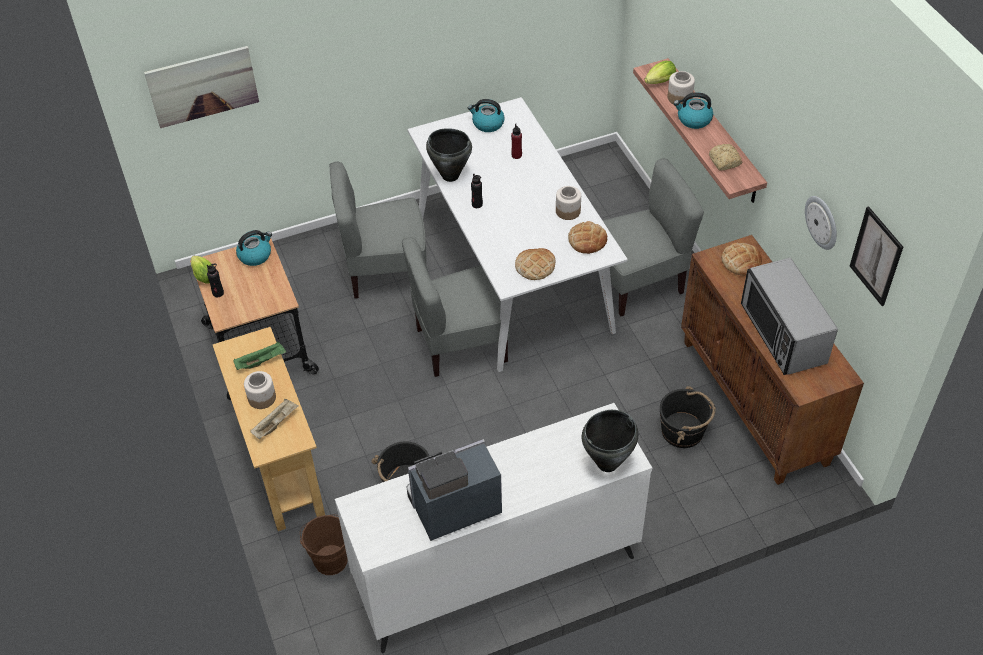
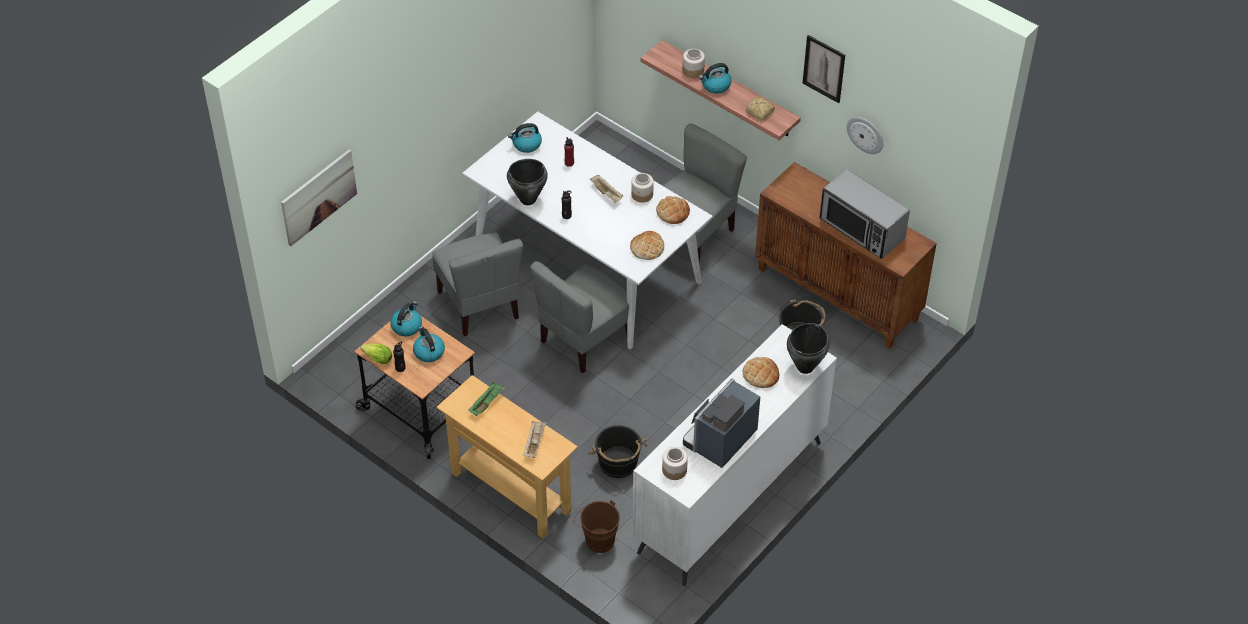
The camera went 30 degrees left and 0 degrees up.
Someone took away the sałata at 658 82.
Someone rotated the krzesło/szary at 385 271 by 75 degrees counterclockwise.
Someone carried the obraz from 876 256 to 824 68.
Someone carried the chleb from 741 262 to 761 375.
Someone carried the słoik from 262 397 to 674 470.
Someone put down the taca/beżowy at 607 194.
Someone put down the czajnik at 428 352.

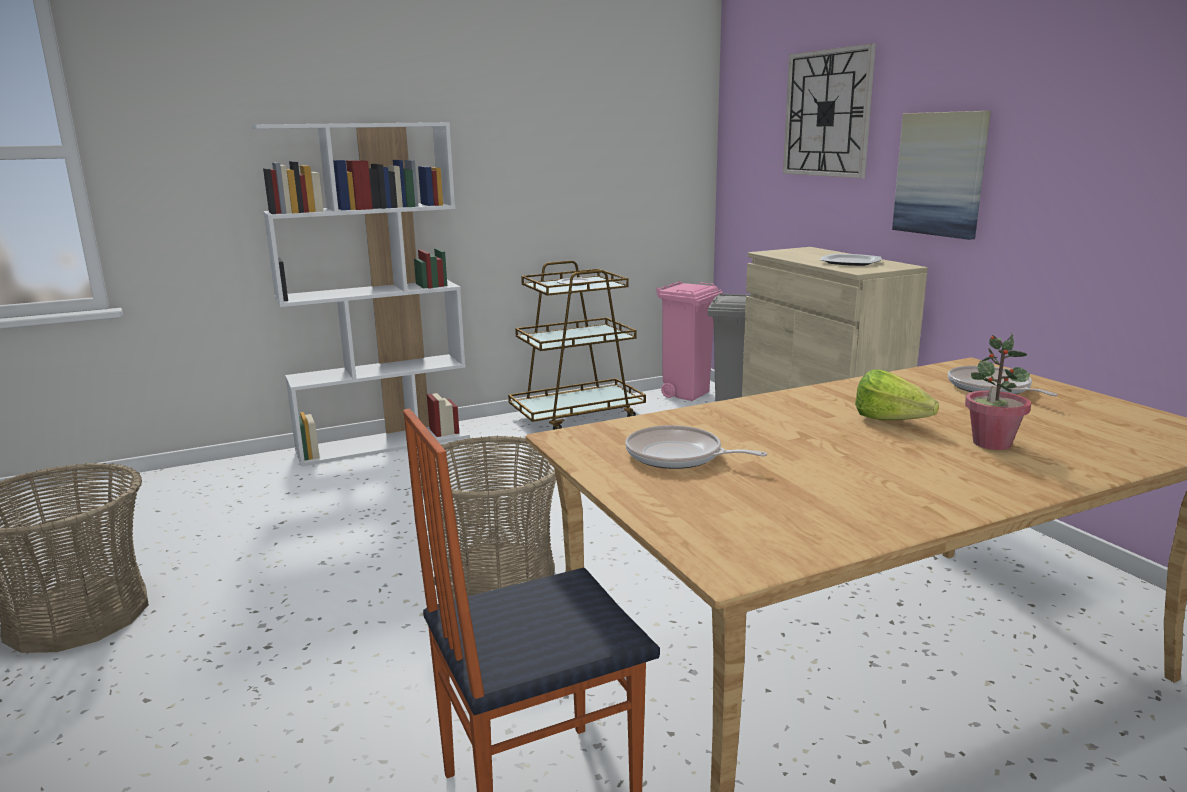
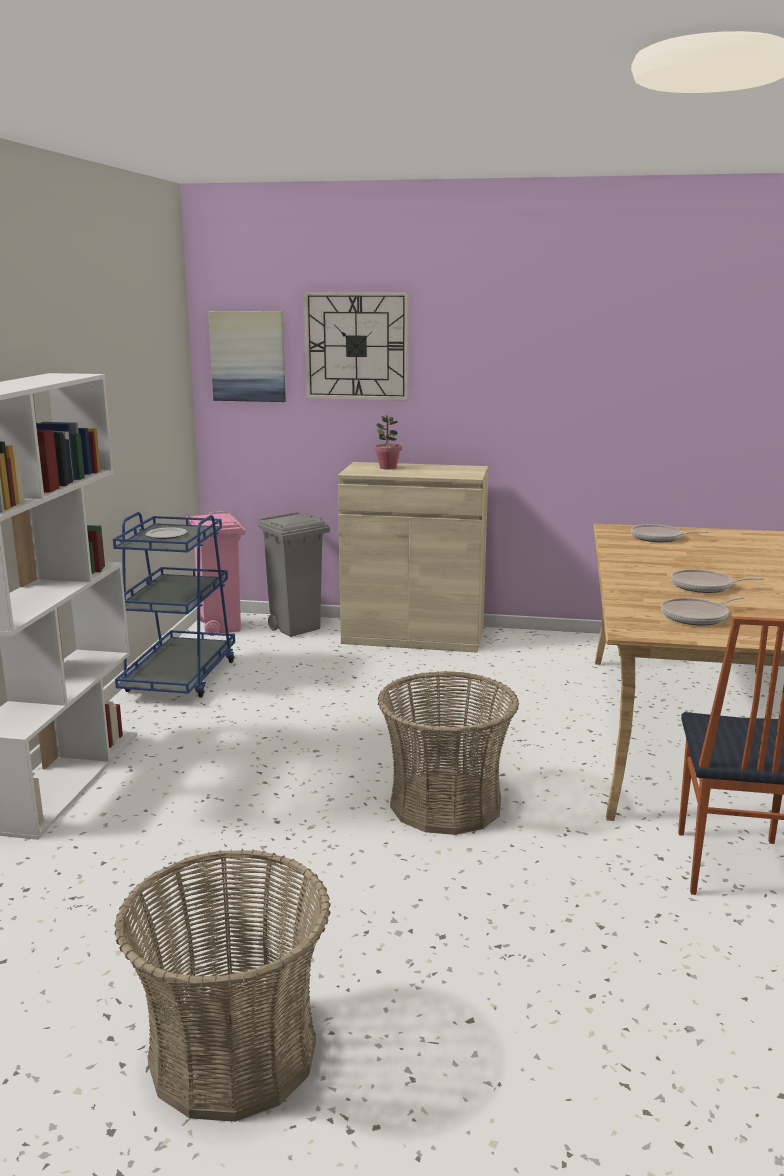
The camera went 55 degrees left and 0 degrees up.
Someone carried the obraz from 941 174 to 248 356.
Someone took away the talerz at 851 262.
Someone repainted the wózek/brązowy at 577 415, which became the wózek/niebieski at 180 678.
Someone carried the roślina doniczkowa from 991 443 to 388 468.
Someone took away the sałata at 895 423.
Someone put down the patelnia at 704 586.

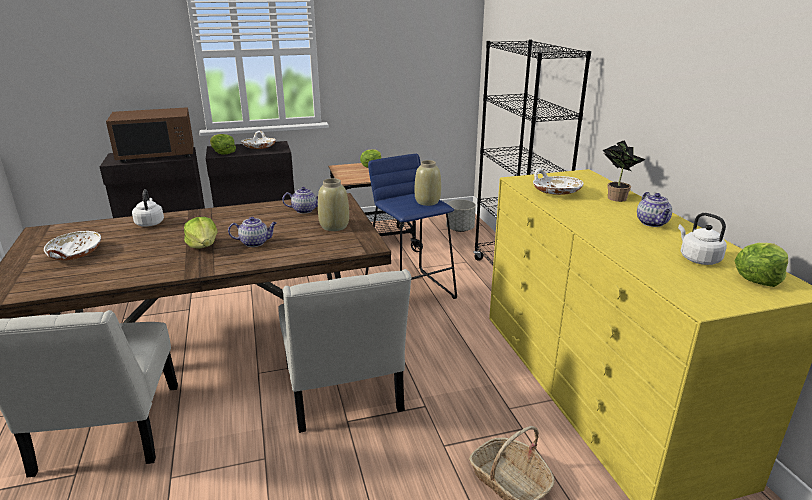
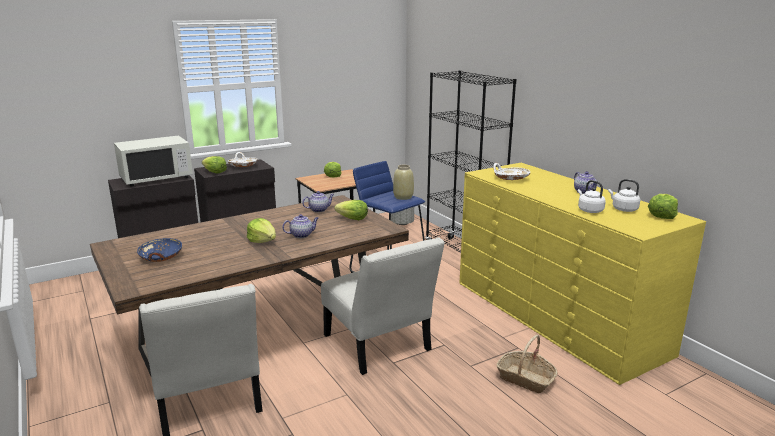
The camera went 15 degrees left and 5 degrees down.
Someone repainted the mikrofalówka/brązowy at 157 155, which became the mikrofalówka/biały at 156 178.
Someone took away the roślina doniczkowa at 615 197.
Someone swapped the wazon/beżowy at 334 226 for the sałata at 352 219.
Someone carried the czajnik/biały from 150 223 to 589 210.
Someone repainted the miska/biały at 75 254, which became the miska/niebieski at 160 257.

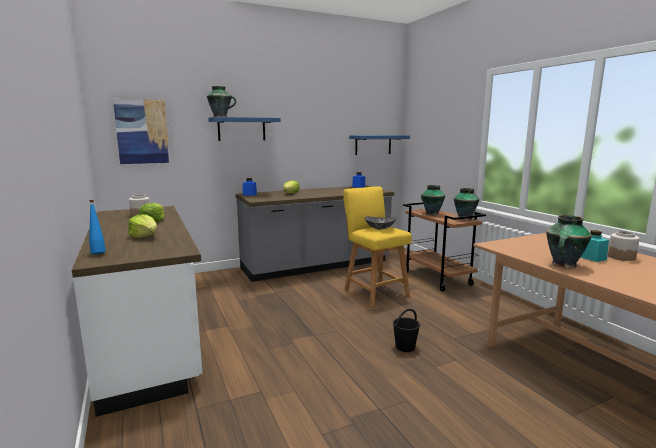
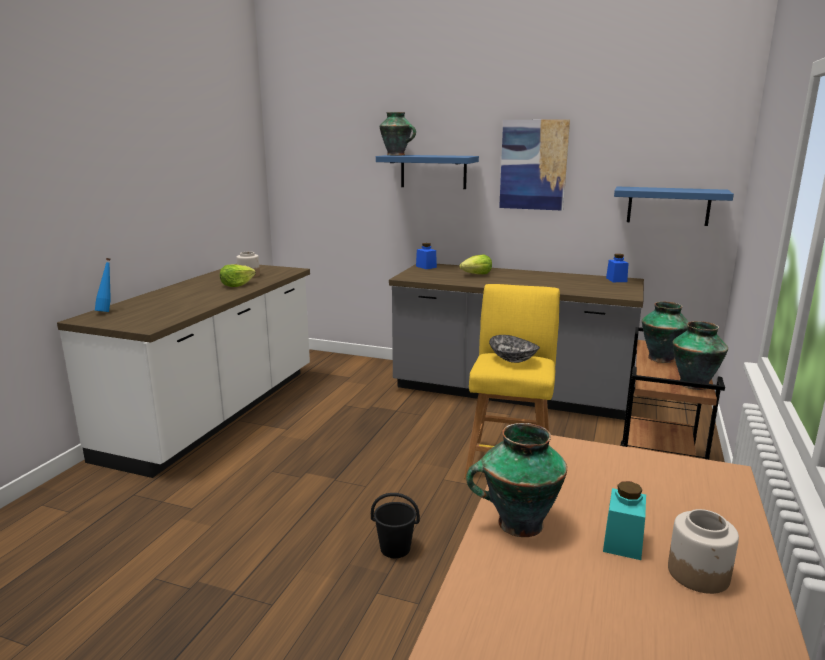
The camera went 45 degrees right and 5 degrees up.
Someone carried the obraz from 142 132 to 533 165.
Someone took away the sałata at 145 236.

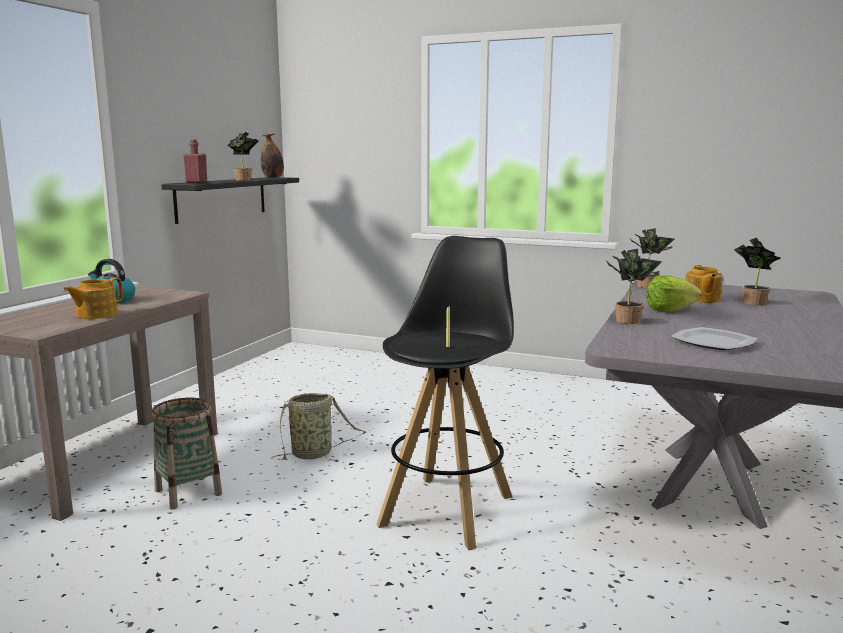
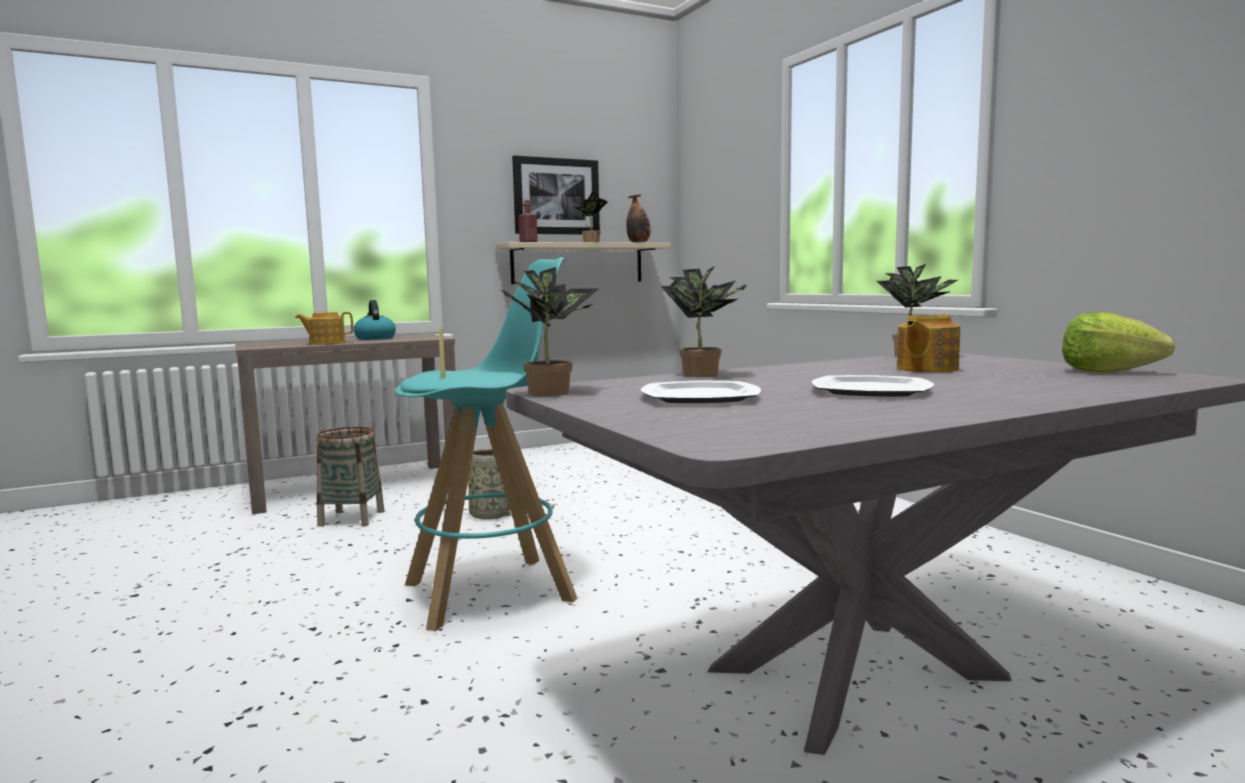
The camera went 40 degrees right and 5 degrees down.
Someone repainted the półka/czarny at 222 198, which became the półka/beżowy at 578 263.
Someone repainted the stołek/czarny at 448 509, which became the stołek/turkusowy at 491 591.
Someone carried the roślina doniczkowa from 752 302 to 552 391.
Someone carried the sałata from 669 310 to 1107 371.
Someone put up the obraz at 556 196.
Someone put down the talerz at 869 390.

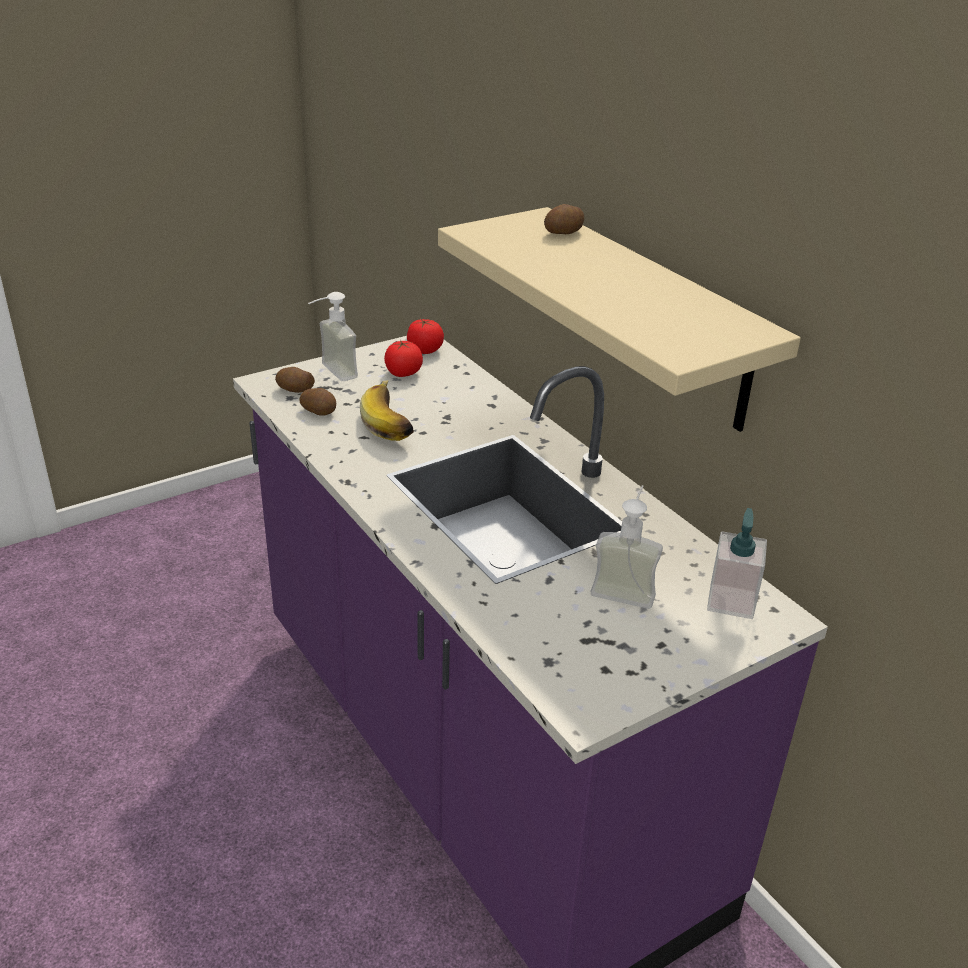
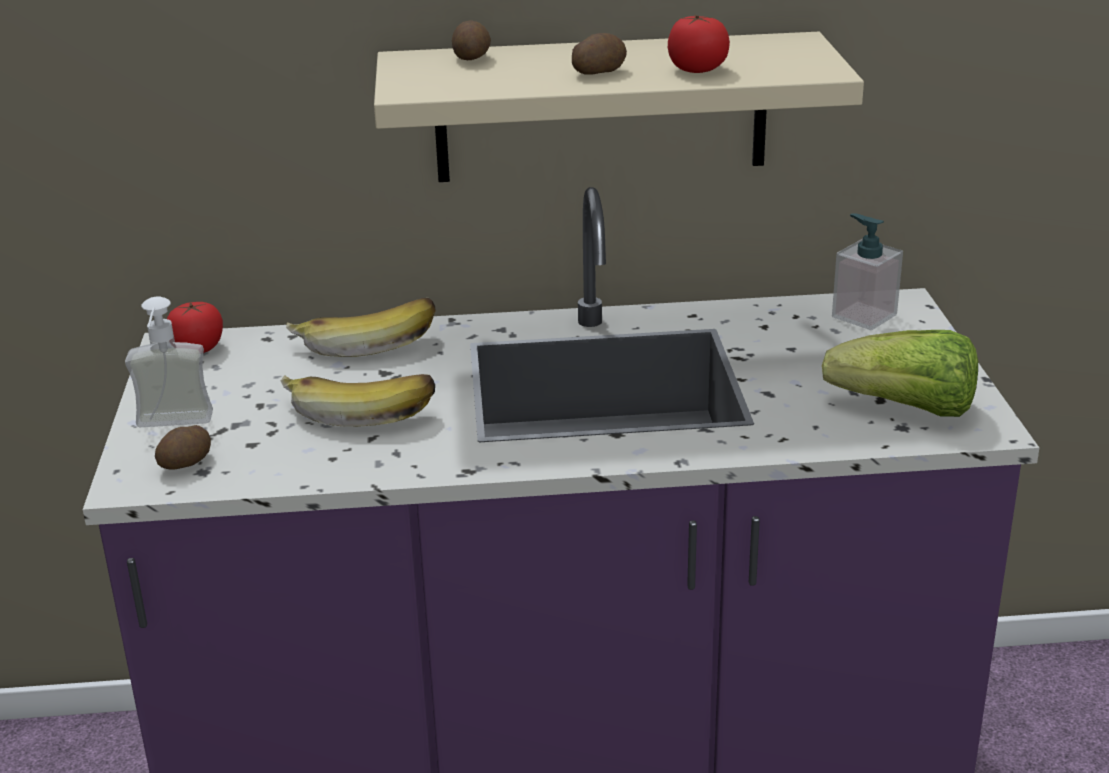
The camera went 60 degrees left and 5 degrees down.
Someone carried the pomidor from 403 373 to 697 69.
Someone carried the ziemniak from 319 411 to 598 72.
Someone took away the dozownik mydła at 625 588.
Someone put down the banan at 366 341.
Someone put down the sałata at 906 409.

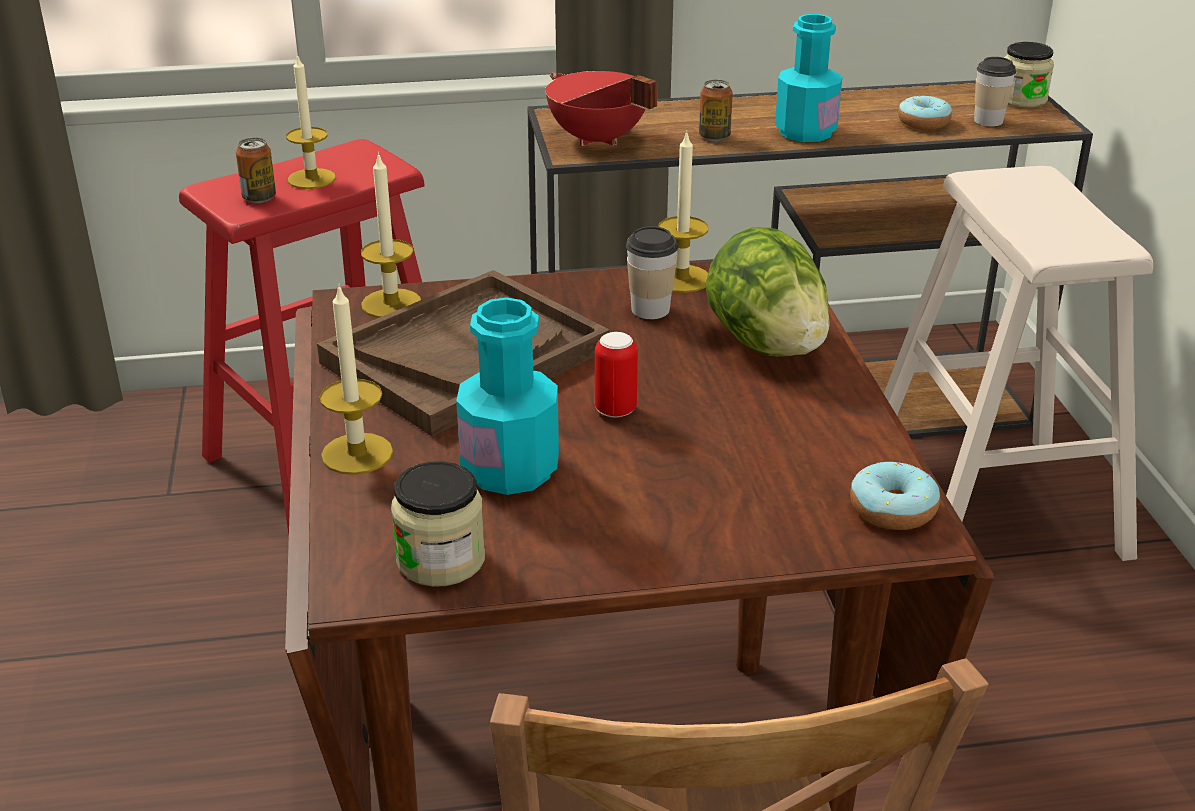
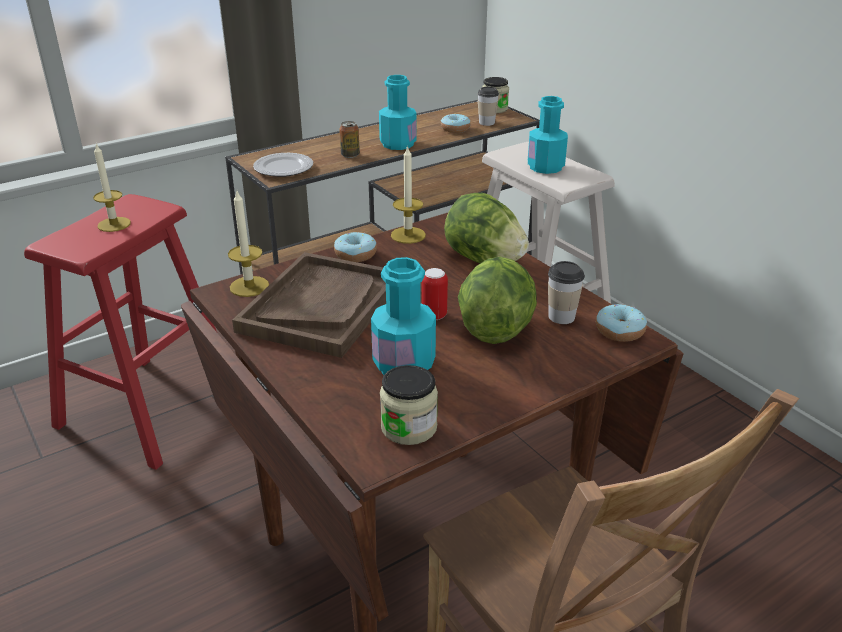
The camera went 25 degrees left and 0 degrees up.
Someone swapped the garnek/czerwony at 596 140 for the talerz at 284 168.
Someone took away the puszka at 259 198.
Someone carried the filiżanka from 650 309 to 561 316.
Someone took away the świeca at 357 454.
Someone put down the butelka/turkusowy at 545 167.
Someone put down the donut at 355 254.
Someone put down the sałata at 495 328.

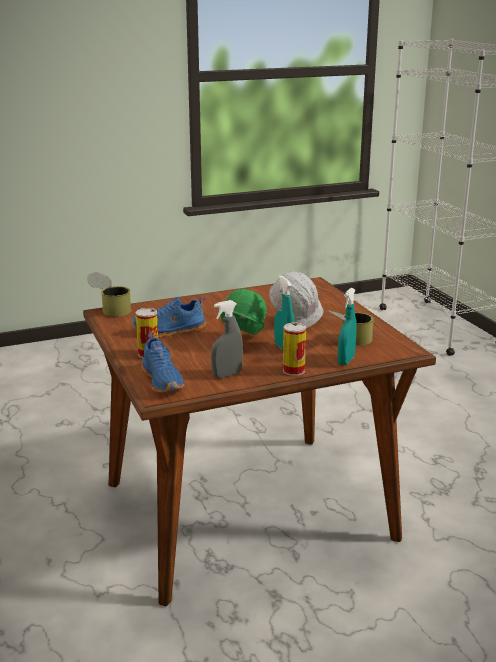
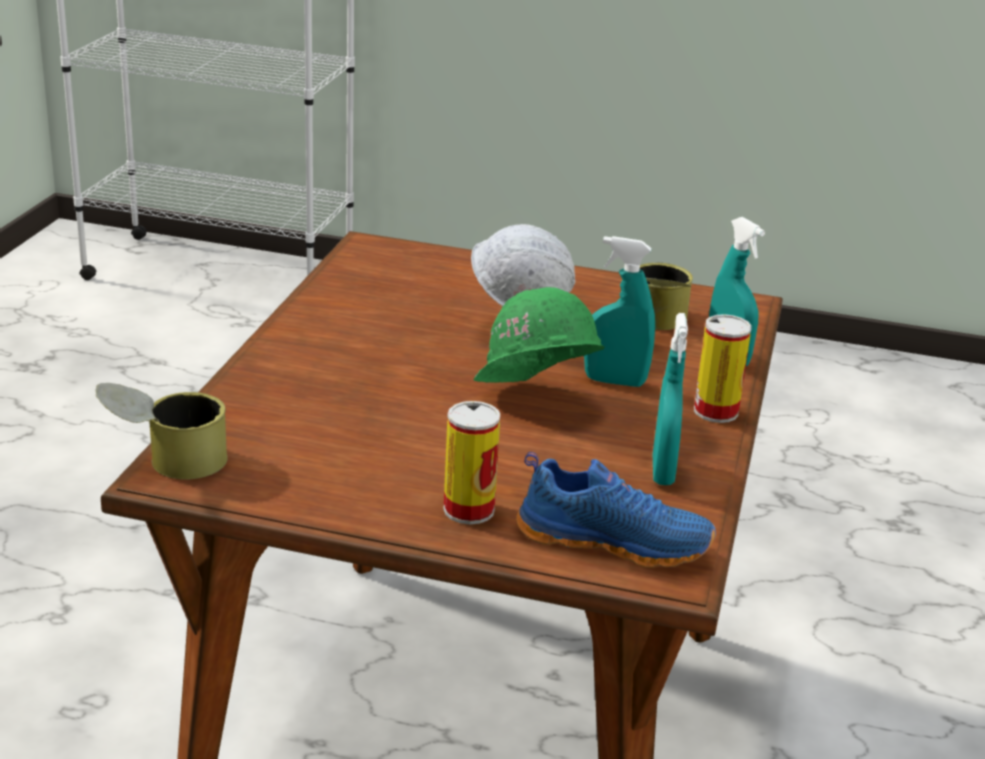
The camera went 55 degrees left and 5 degrees up.
Someone took away the but/niebieski at 169 331.
Someone repainted the spryskiwacz/szary at 227 374, which became the spryskiwacz/turkusowy at 662 471.

